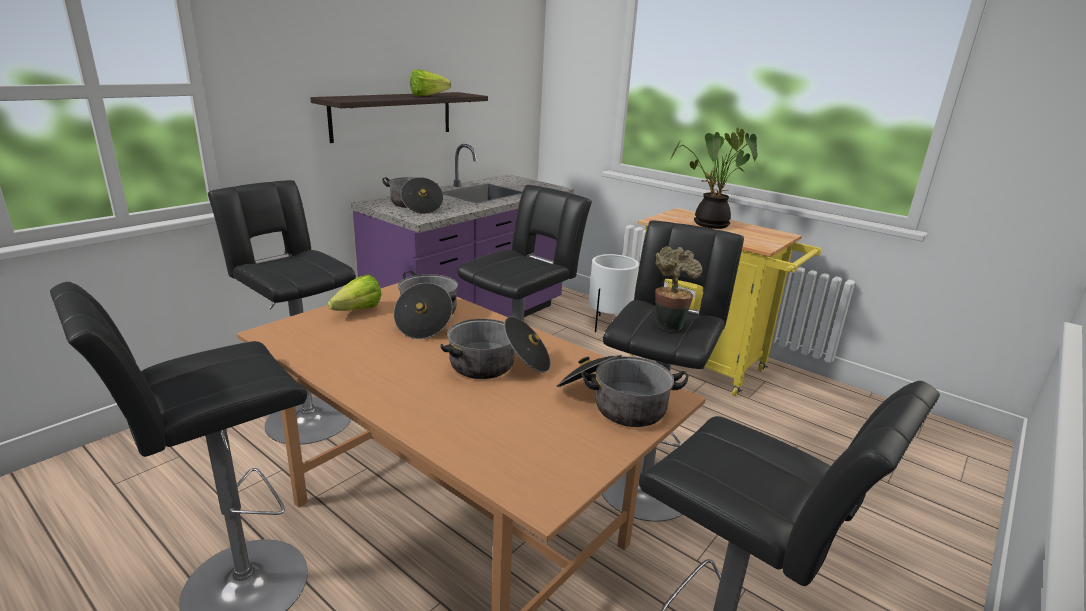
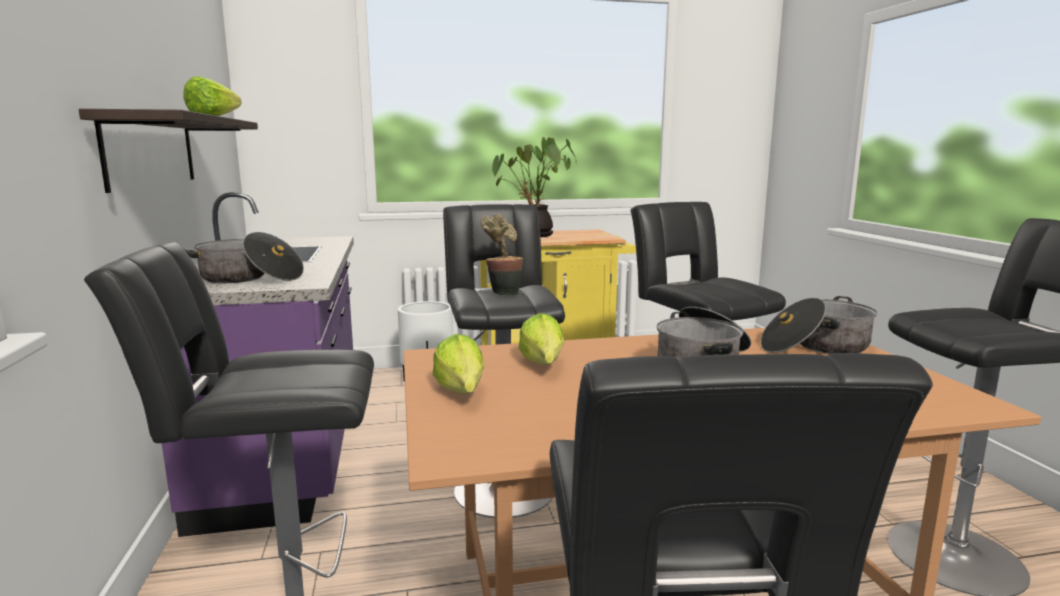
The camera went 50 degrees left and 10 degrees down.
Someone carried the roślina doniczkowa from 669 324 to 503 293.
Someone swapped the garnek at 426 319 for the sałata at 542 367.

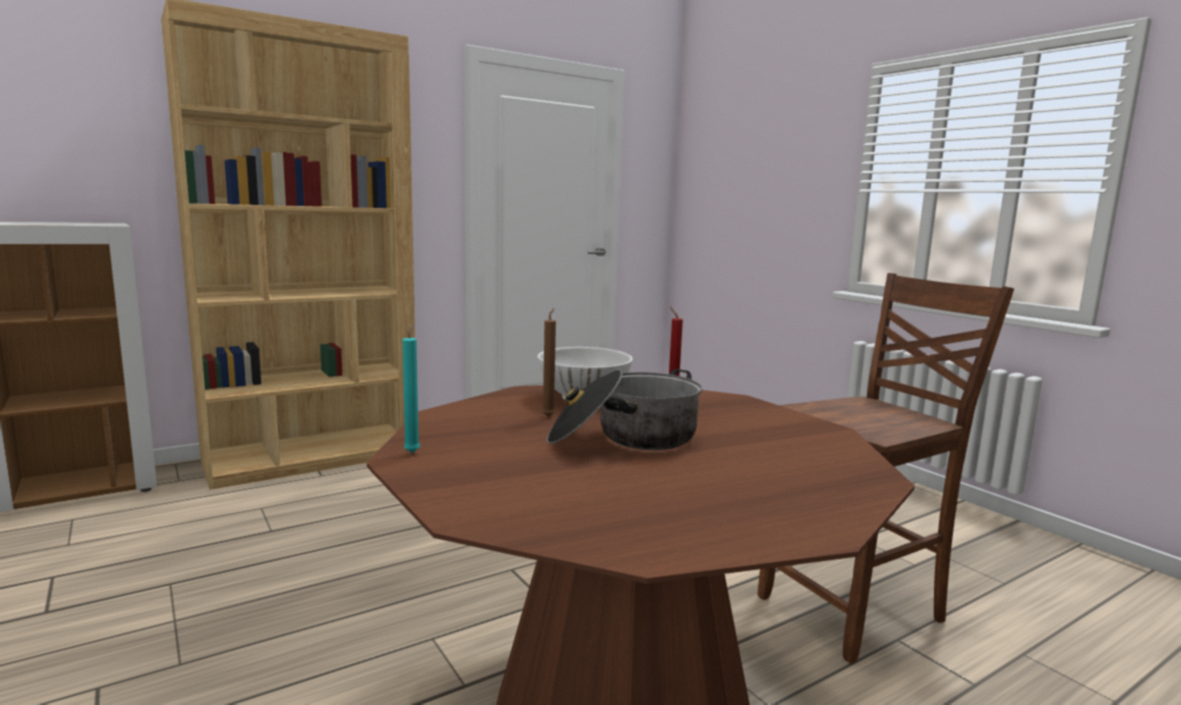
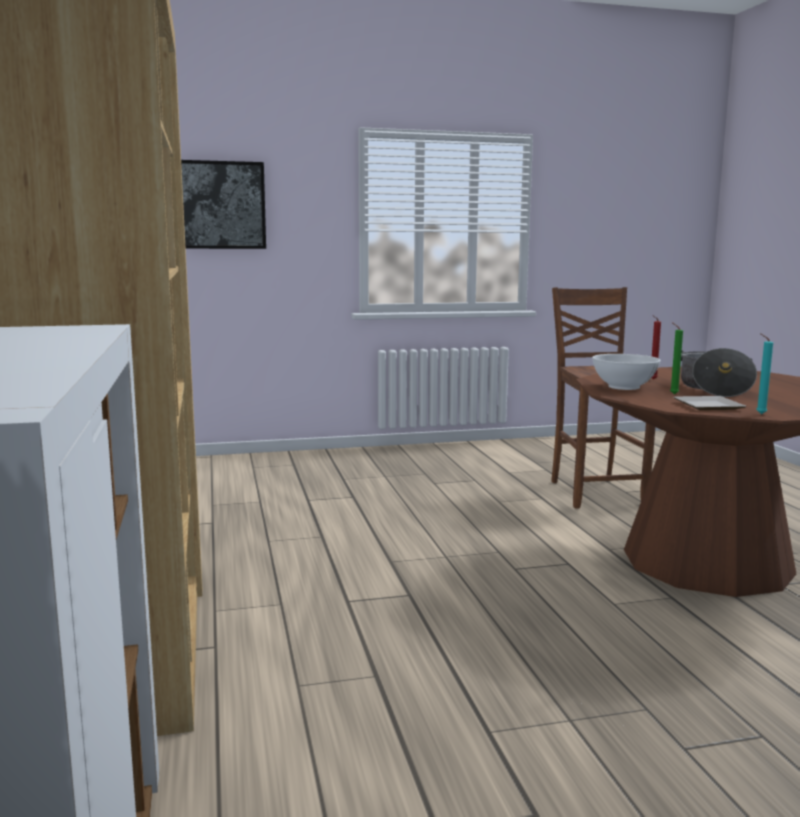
The camera went 70 degrees left and 0 degrees up.
Someone repainted the świeca/brązowy at 549 416, which became the świeca/zielony at 672 394.
Someone put up the obraz at 221 205.
Someone put down the talerz at 705 406.

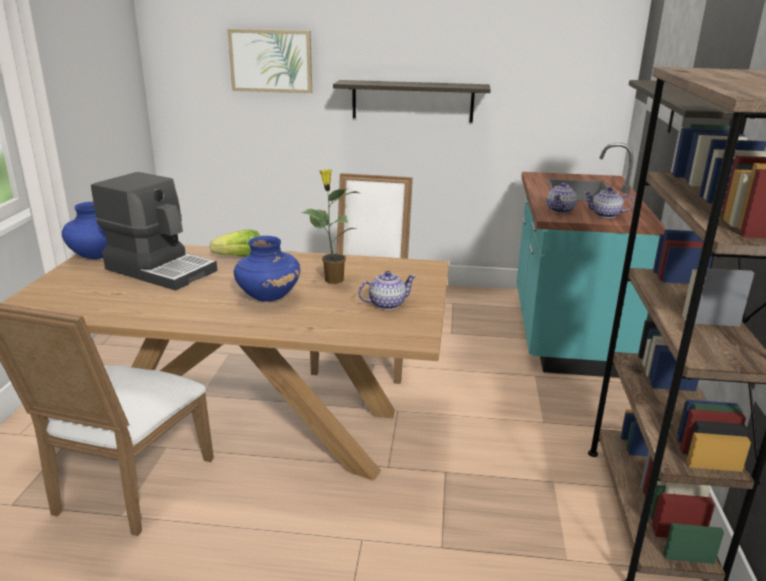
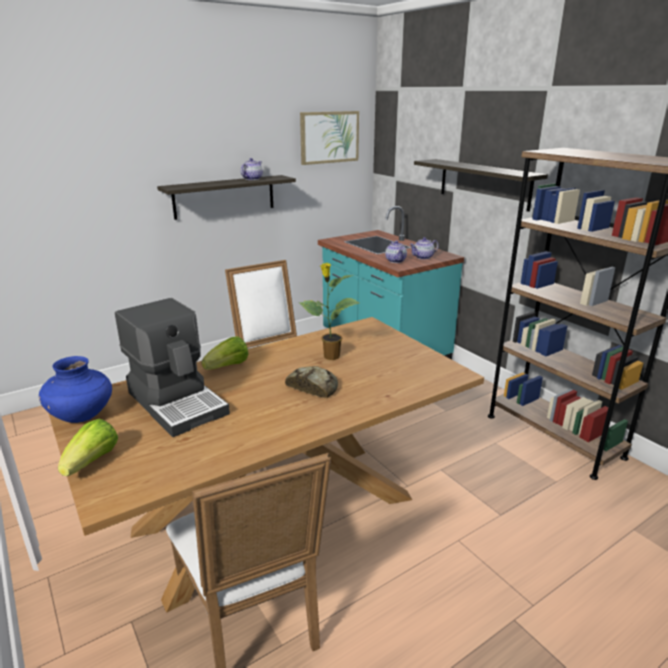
The camera went 40 degrees left and 0 degrees up.
Someone carried the obraz from 271 61 to 329 137.
Someone rotated the ekspres do kawy at 161 269 by 60 degrees clockwise.
Someone swapped the wazon/niebieski at 268 296 for the chleb at 313 386.
Someone carried the imbryk from 386 304 to 252 179.
Someone put down the sałata at 92 462.

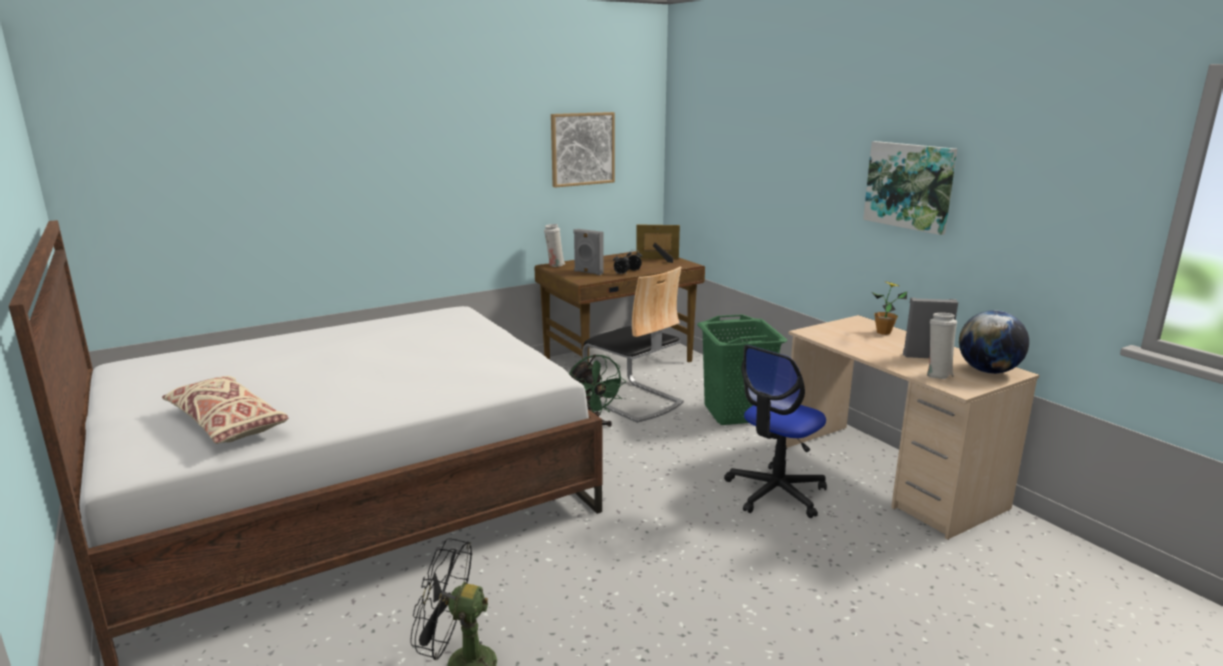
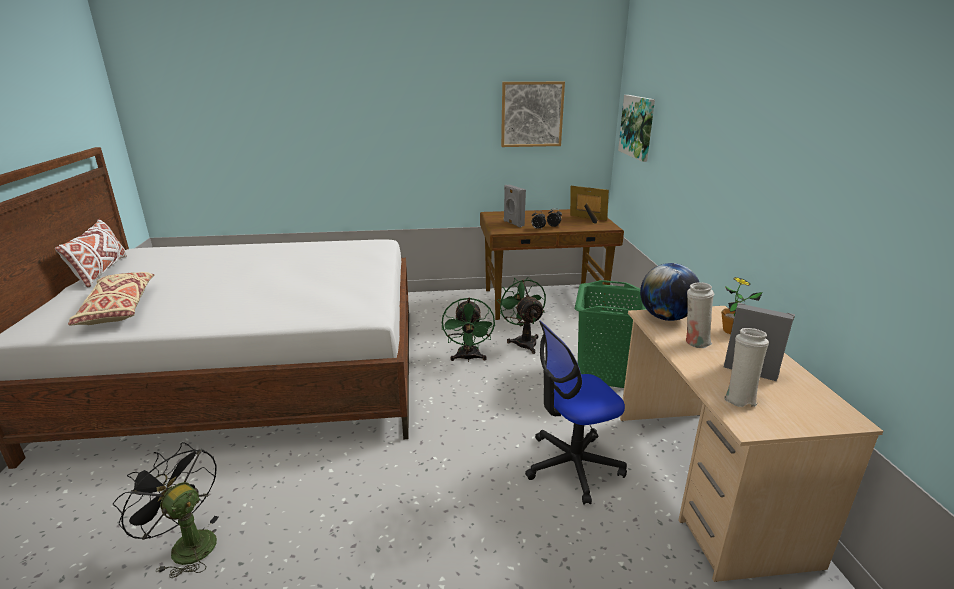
The camera went 25 degrees right and 5 degrees up.
Someone carried the obraz from 909 186 to 637 127.
Someone carried the wazon/biały from 555 265 to 694 342.
Someone swapped the krzesło at 633 401 for the wentylator/zielony at 523 341.
Someone carried the globus from 988 371 to 666 317.
Someone put down the poduszka/biały at 100 272.

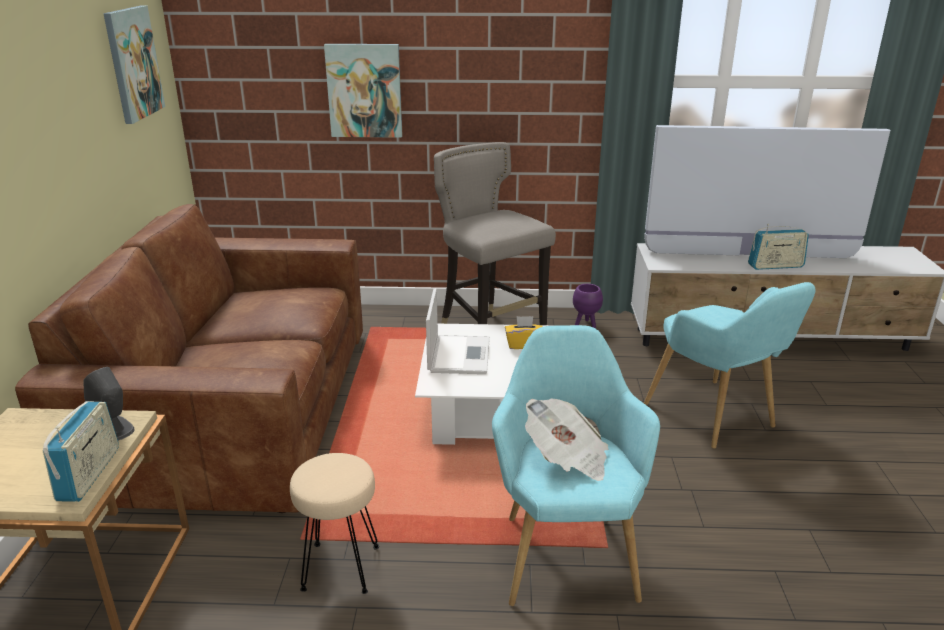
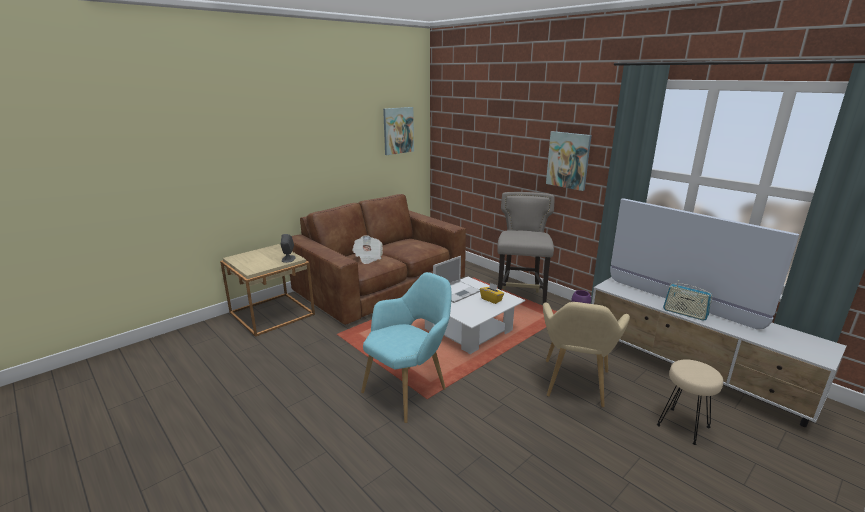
The camera went 45 degrees right and 5 degrees down.
Someone carried the obraz from 364 90 to 568 160.
Someone repainted the fotel/turkusowy at 716 419, which became the fotel/beżowy at 575 386.
Someone carried the gazeta from 567 458 to 368 257.
Someone took away the radio at 89 474.
Someone carried the stołek/beżowy from 341 566 to 683 425.

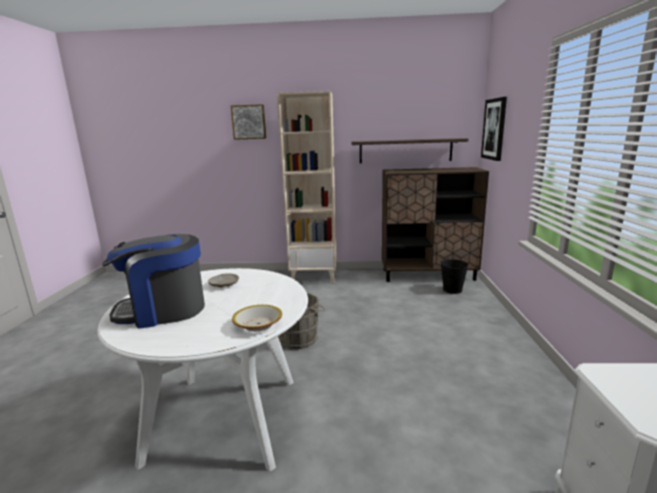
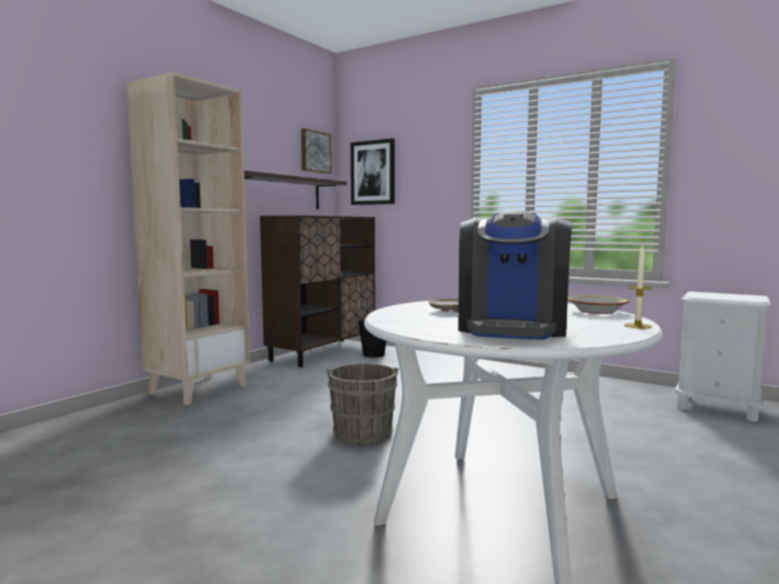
The camera went 60 degrees left and 10 degrees down.
Someone carried the obraz from 249 122 to 314 152.
Someone put down the świeca at 637 326.

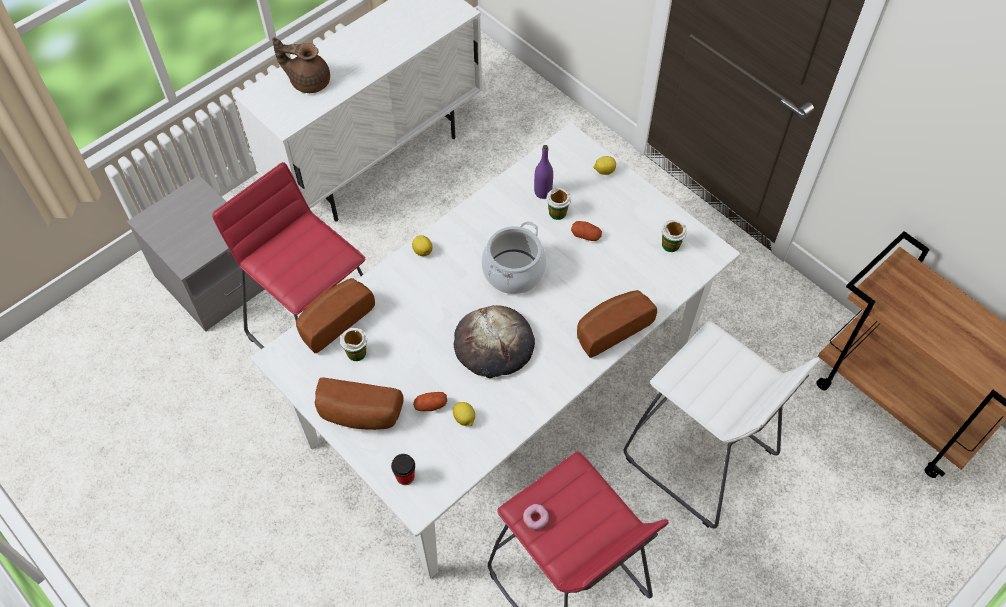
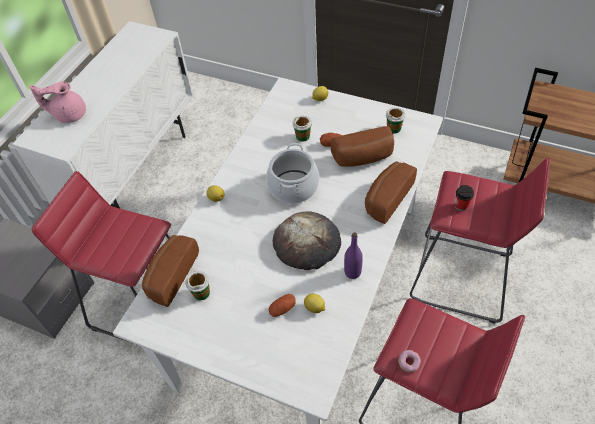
The camera went 20 degrees left and 5 degrees down.
Someone repainted the imbryk/brązowy at 308 81, which became the imbryk/różowy at 69 114.
Someone carried the butelka/fioletowy from 543 192 to 352 272.
Someone repainted the stołek/biały at 700 457, which became the stołek/czerwony at 461 278.
Someone carried the chleb from 359 415 to 364 158.
Someone carried the filiżanka from 405 476 to 461 206.

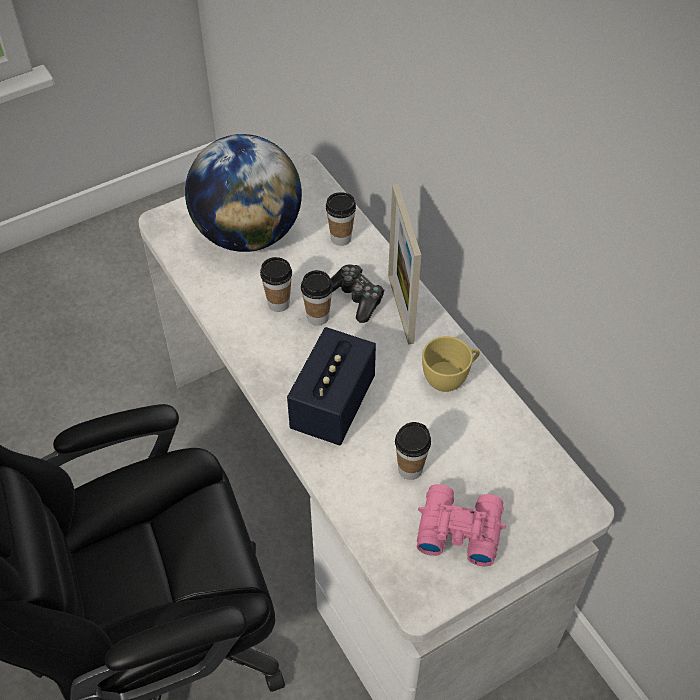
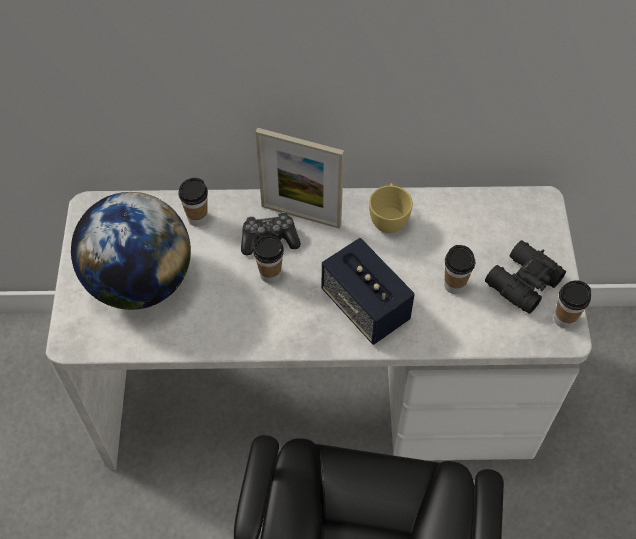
The camera went 60 degrees left and 5 degrees up.
Someone carried the filiżanka from 278 303 to 564 319.
Someone repainted the lornetka/różowy at 457 529, which became the lornetka/czarny at 520 282.

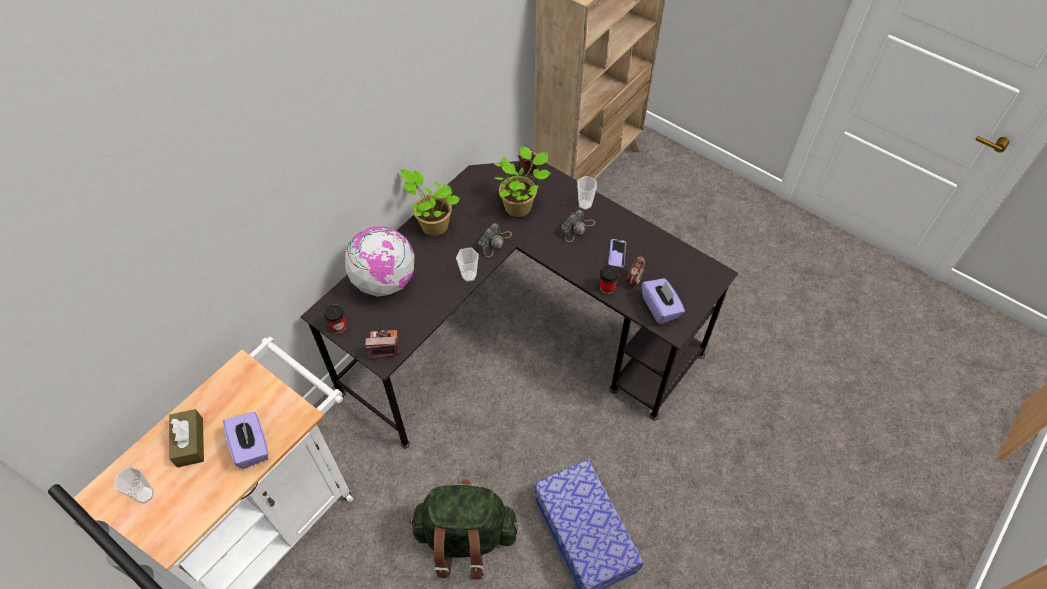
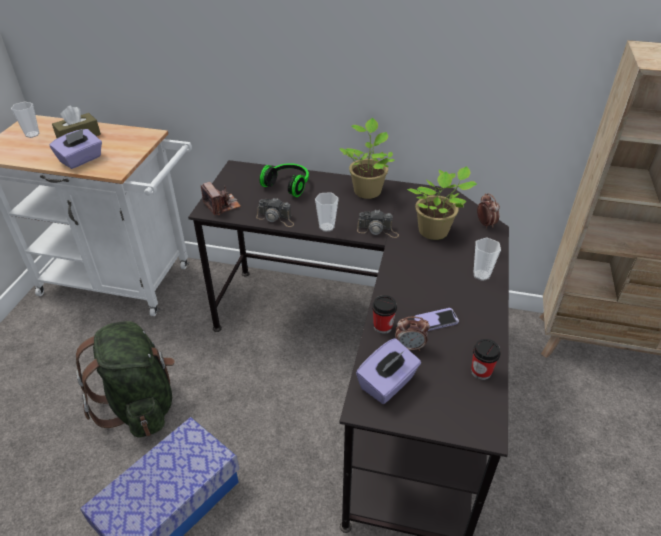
The camera went 65 degrees right and 15 degrees down.
Someone carried the aparat fotograficzny from 577 228 to 276 218.
Someone swapped the globus at 384 281 for the słuchawki at 288 185.
Someone carried the filiżanka from 338 327 to 481 372.

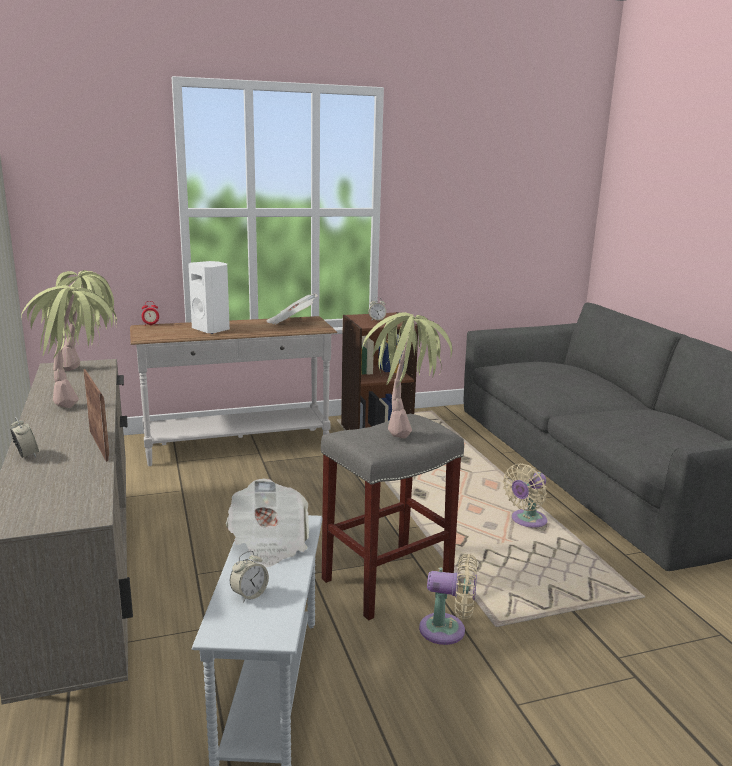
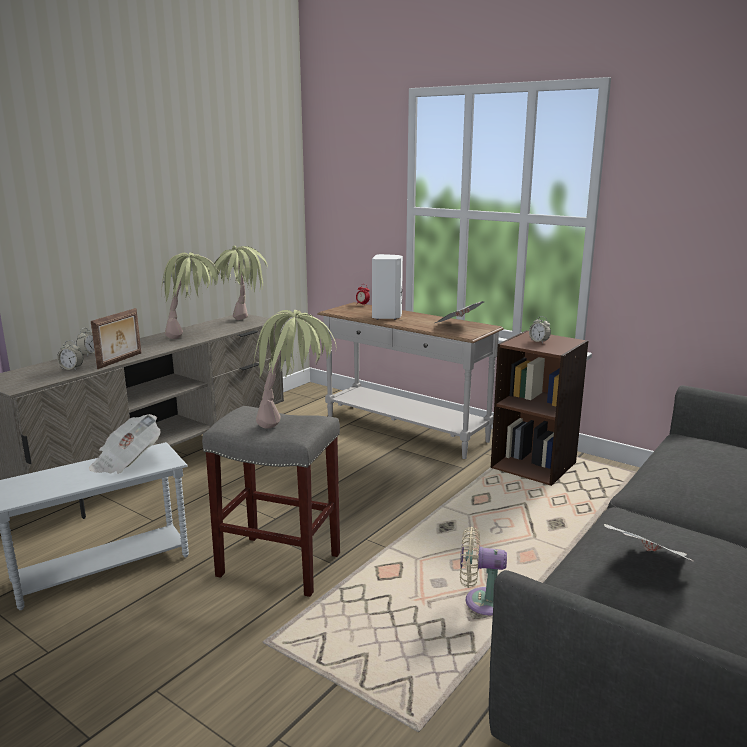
The camera went 55 degrees right and 0 degrees up.
Someone carried the budzik from 249 594 to 72 369.
Someone took away the wentylator/beżowy at 447 630.
Someone put down the gazeta at 649 564.

